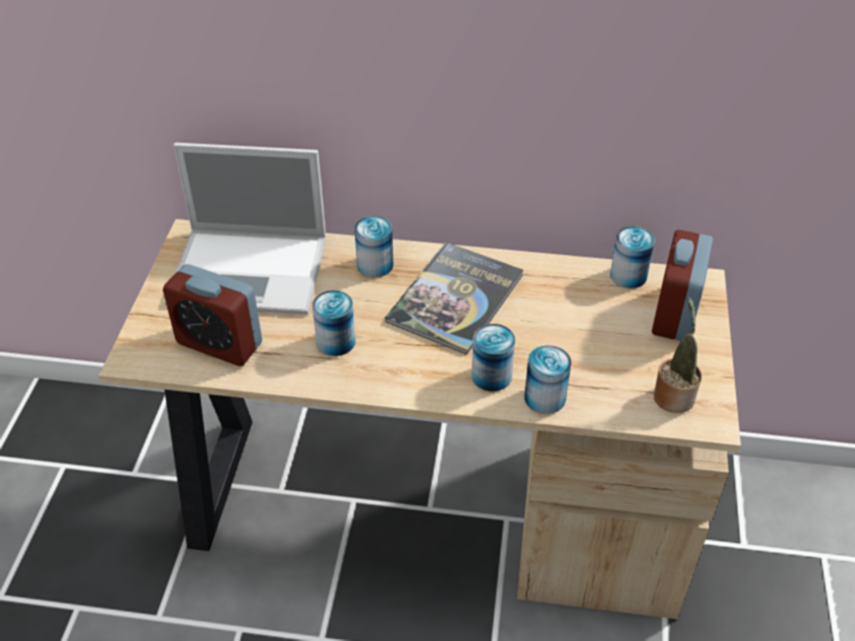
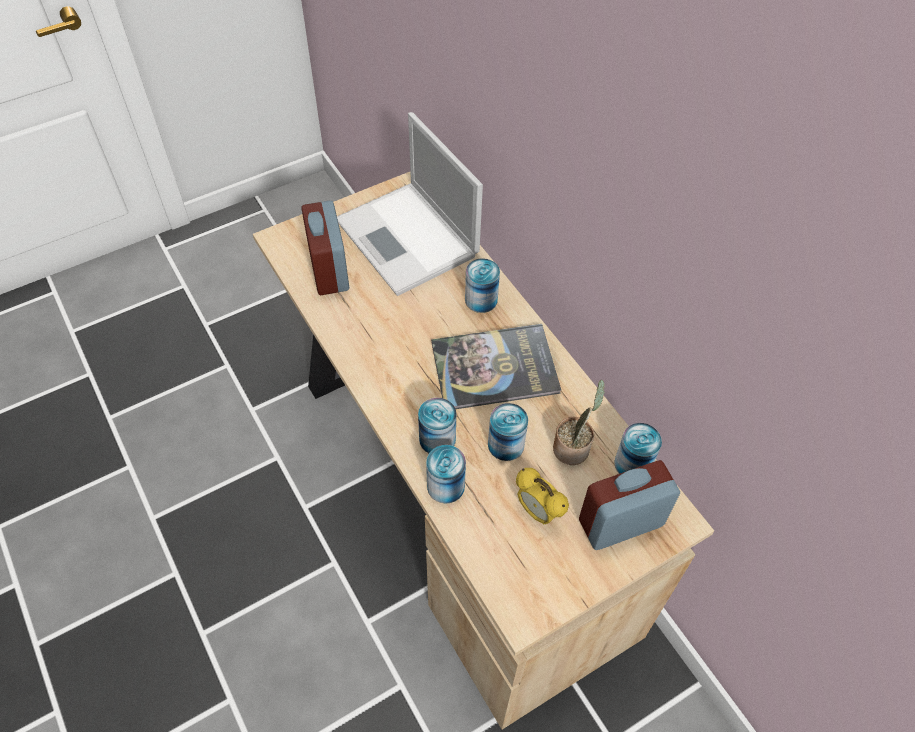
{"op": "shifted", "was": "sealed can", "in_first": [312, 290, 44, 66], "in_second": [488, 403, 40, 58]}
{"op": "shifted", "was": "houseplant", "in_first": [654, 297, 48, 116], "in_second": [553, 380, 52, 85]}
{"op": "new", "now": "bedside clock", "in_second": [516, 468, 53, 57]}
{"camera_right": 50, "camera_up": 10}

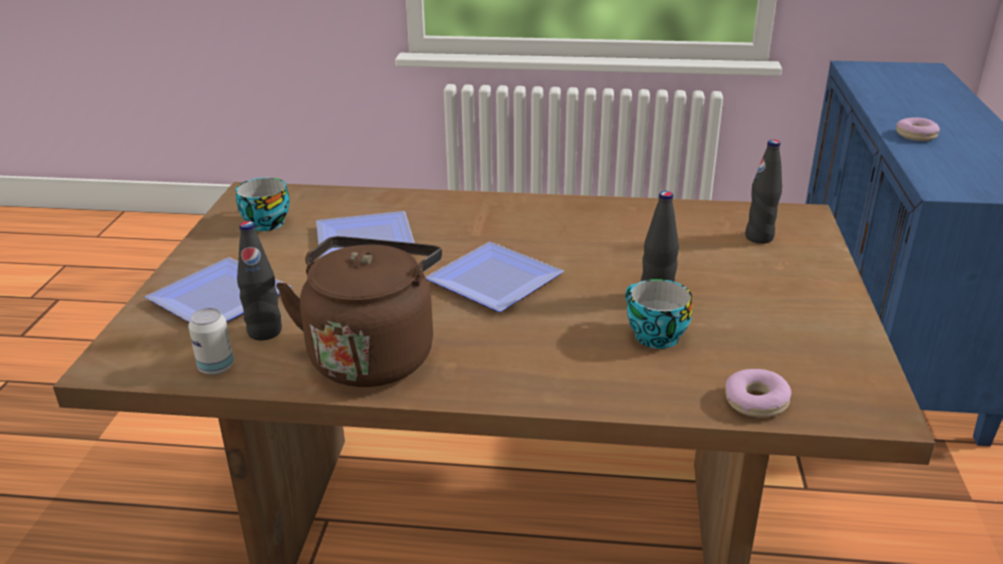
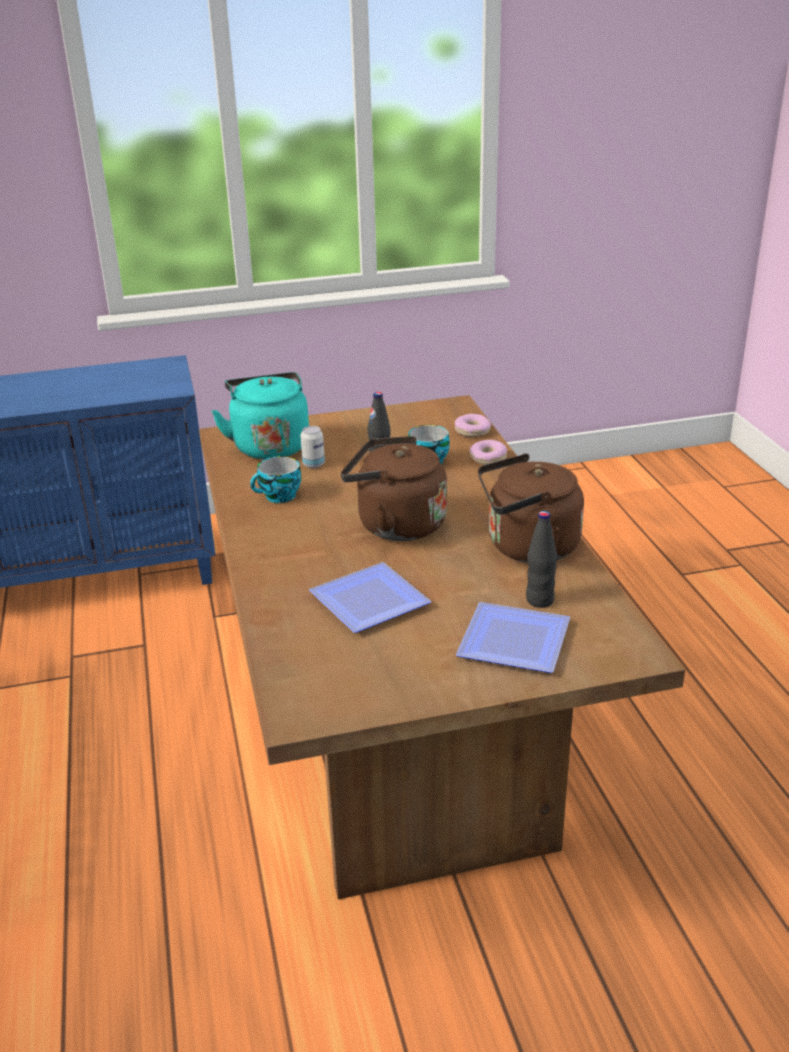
{"op": "shifted", "was": "sealed can", "in_first": [188, 308, 46, 67], "in_second": [300, 426, 25, 42]}
{"op": "shifted", "was": "cup", "in_first": [236, 177, 54, 54], "in_second": [250, 456, 51, 47]}
{"op": "swapped", "was": "plate", "now": "brown-coloured kettle", "in_first": [426, 242, 138, 70], "in_second": [341, 436, 106, 105]}
{"op": "swapped", "was": "blackish beverage bottle", "now": "turquoise kettle", "in_first": [745, 139, 37, 105], "in_second": [211, 372, 98, 87]}
{"op": "shifted", "was": "ring doughnut", "in_first": [896, 117, 44, 24], "in_second": [470, 440, 37, 25]}
{"camera_right": -110, "camera_up": 0}

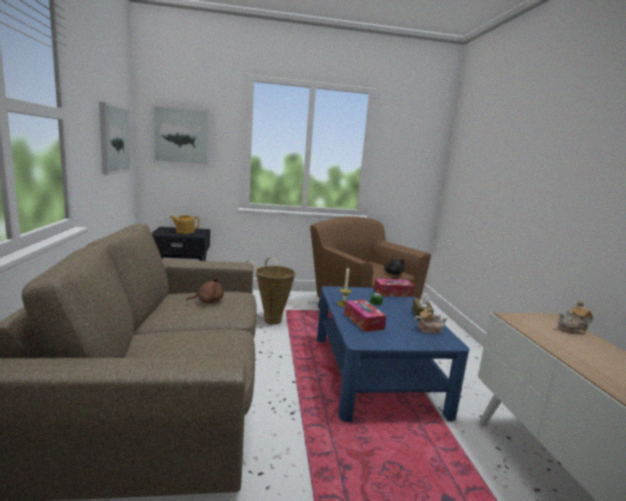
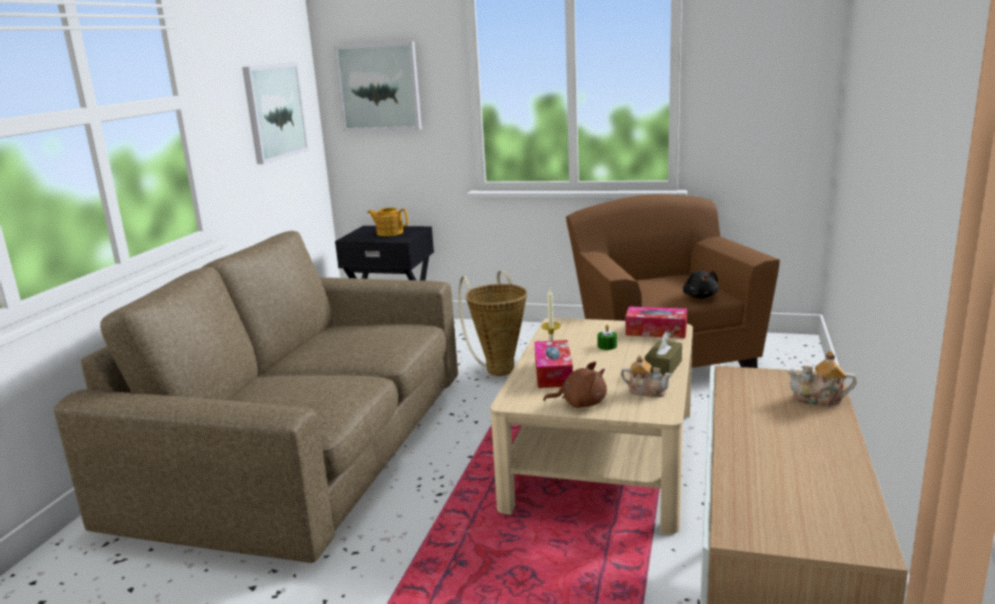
{"op": "shifted", "was": "brown-coloured soft toy", "in_first": [186, 278, 38, 26], "in_second": [543, 361, 64, 47]}
{"op": "repainted", "was": "blue-coloured coffee table", "now": "beige coffee table", "in_first": [317, 286, 152, 136], "in_second": [490, 318, 203, 216]}
{"camera_right": 25, "camera_up": 5}

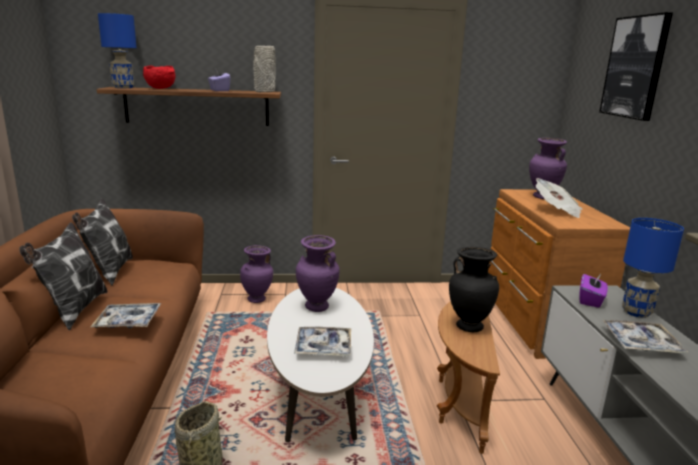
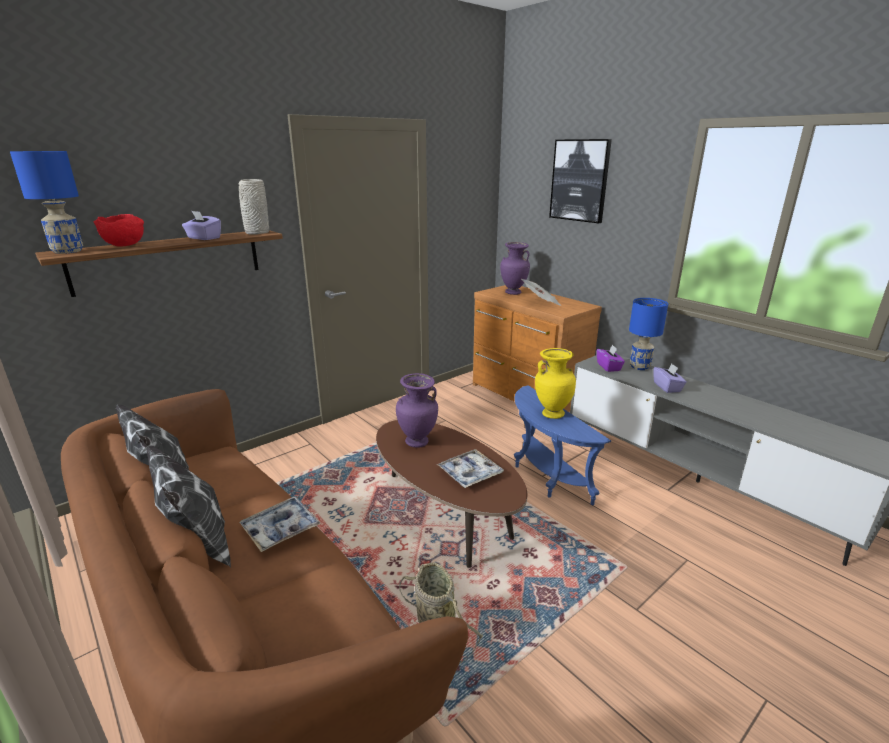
{"op": "gone", "was": "purple vase", "in_first": [240, 245, 33, 58]}
{"op": "repainted", "was": "white-coloured coffee table", "now": "brown-coloured coffee table", "in_first": [267, 288, 107, 154], "in_second": [376, 420, 152, 148]}
{"op": "repainted", "was": "brown-coloured side table", "now": "blue-coloured side table", "in_first": [437, 301, 63, 153], "in_second": [514, 385, 97, 120]}
{"op": "repainted", "was": "blackish vase", "now": "yellow-coloured vase", "in_first": [449, 247, 50, 85], "in_second": [535, 348, 41, 71]}
{"op": "swapped", "was": "carrying tray", "now": "purple tissue box", "in_first": [602, 320, 86, 34], "in_second": [653, 363, 34, 30]}
{"camera_right": -35, "camera_up": 5}

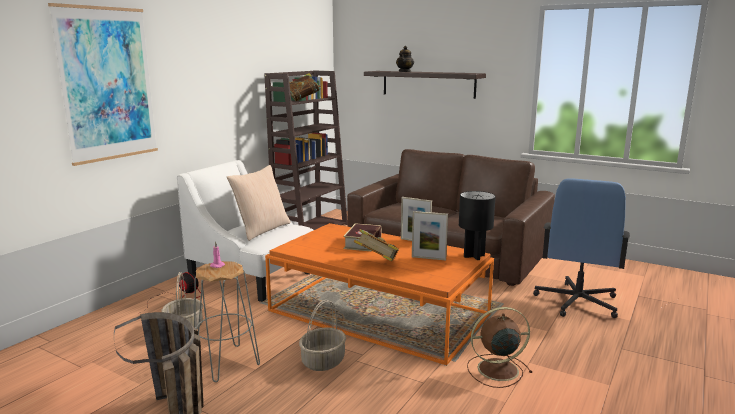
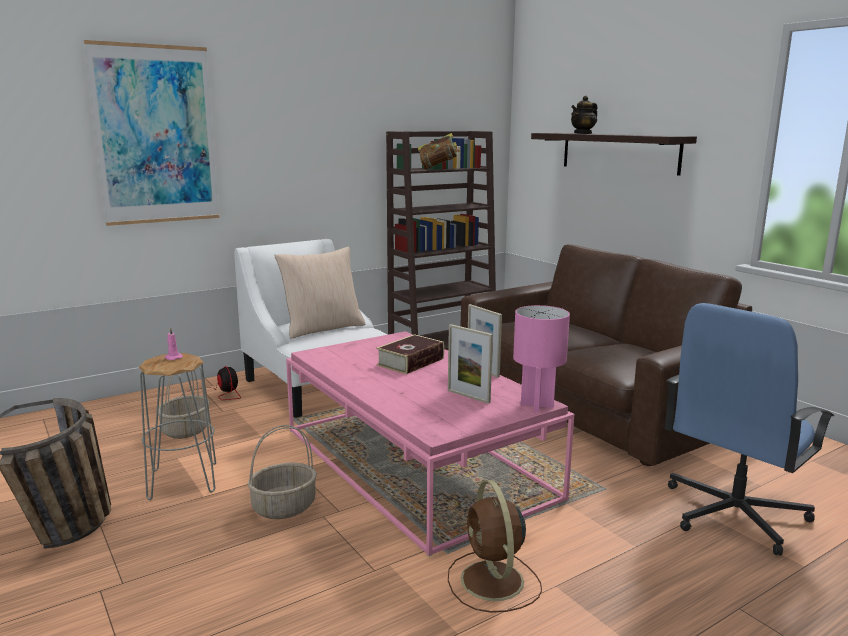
{"op": "repainted", "was": "orange-coloured coffee table", "now": "pink coffee table", "in_first": [265, 223, 229, 143], "in_second": [286, 331, 288, 225]}
{"op": "gone", "was": "volume", "in_first": [354, 229, 45, 32]}
{"op": "repainted", "was": "blackish tabletop lamp", "now": "pink tabletop lamp", "in_first": [459, 191, 37, 69], "in_second": [513, 305, 57, 107]}
{"op": "rotated", "was": "brown-coloured fan", "in_first": [467, 307, 66, 81], "in_second": [448, 480, 94, 133], "clockwise": -120}
{"camera_right": 25, "camera_up": 0}

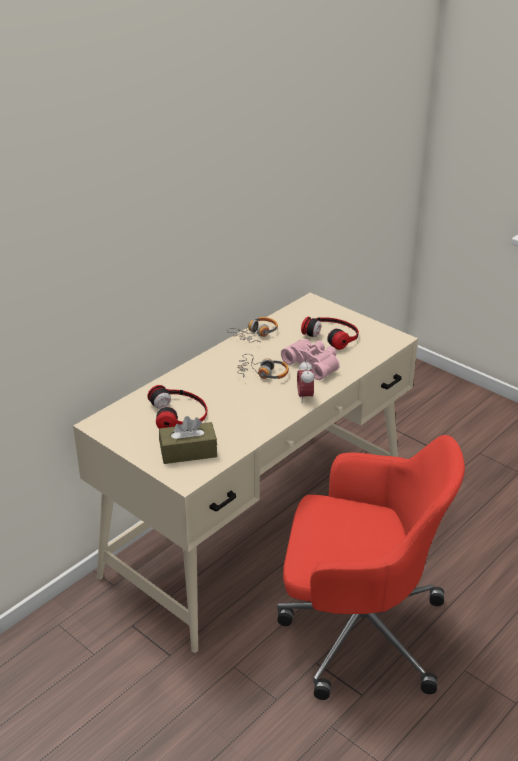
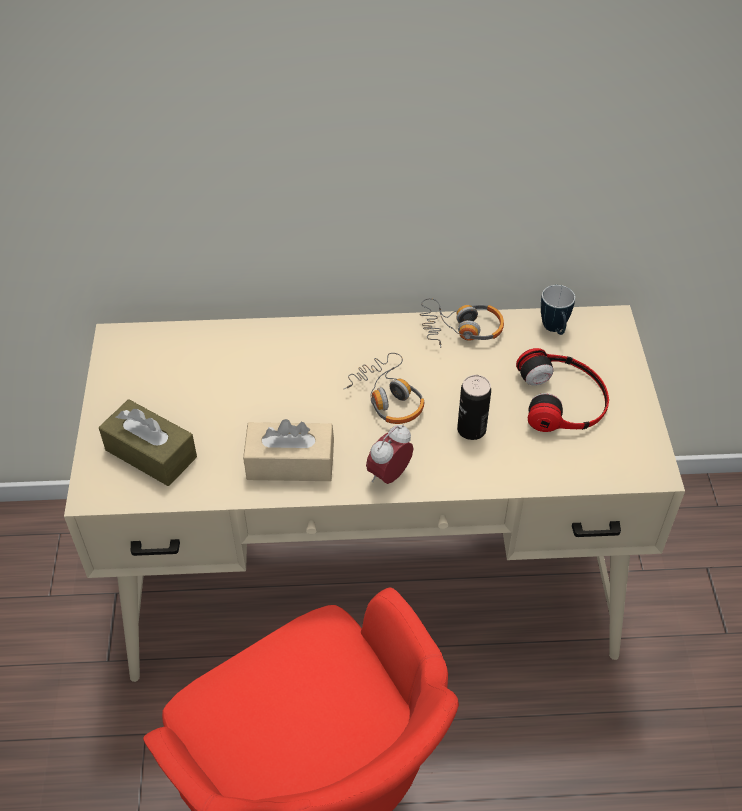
{"op": "gone", "was": "pair of headphones", "in_first": [147, 385, 60, 43]}
{"op": "swapped", "was": "pink pair of binoculars", "now": "sealed can", "in_first": [281, 339, 59, 41], "in_second": [457, 375, 34, 65]}
{"op": "new", "now": "beige tissue box", "in_second": [243, 419, 91, 62]}
{"op": "new", "now": "mug", "in_second": [541, 285, 34, 50]}
{"camera_right": 45, "camera_up": 15}

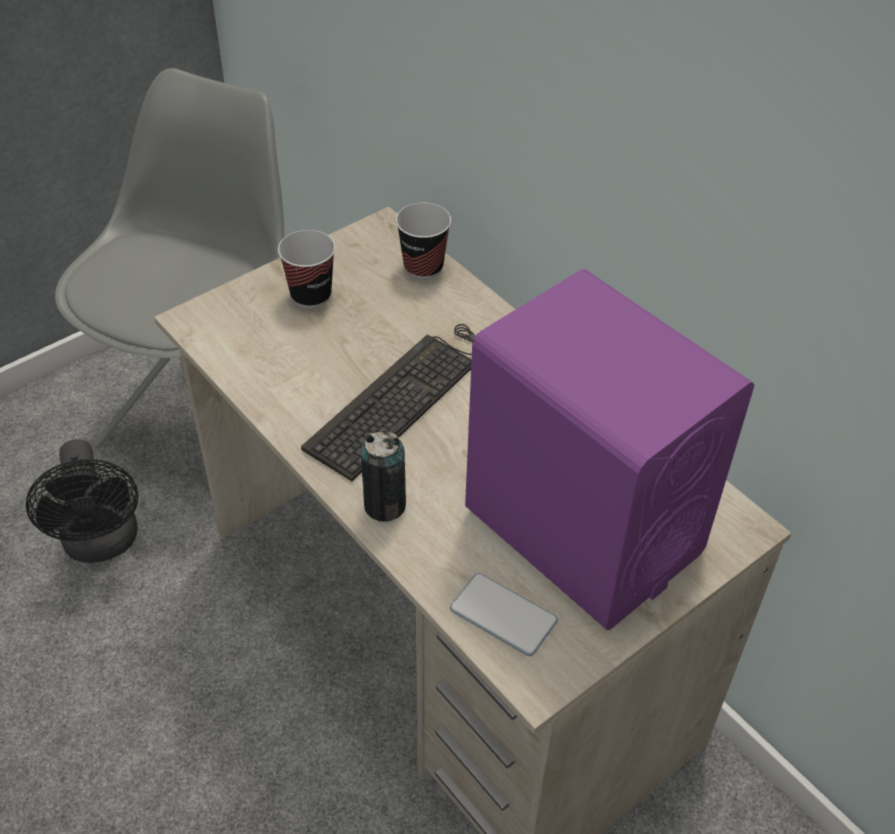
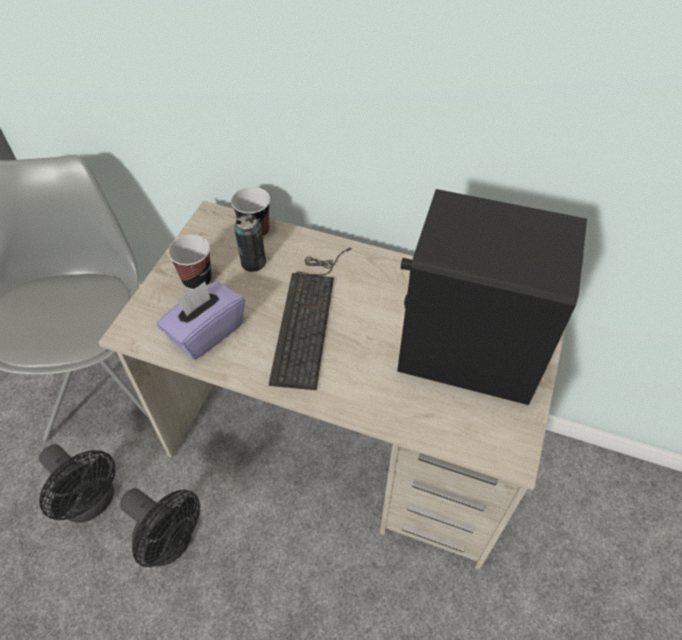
{"op": "shifted", "was": "sealed can", "in_first": [361, 430, 45, 92], "in_second": [234, 215, 32, 57]}
{"op": "gone", "was": "telephone", "in_first": [450, 573, 108, 83]}
{"op": "repainted", "was": "purple audio speaker", "now": "blackish audio speaker", "in_first": [465, 269, 289, 361], "in_second": [397, 189, 190, 216]}
{"op": "new", "now": "blackish fan", "in_second": [120, 488, 80, 79]}
{"op": "new", "now": "purple tissue box", "in_second": [157, 281, 88, 79]}
{"camera_right": -30, "camera_up": 5}

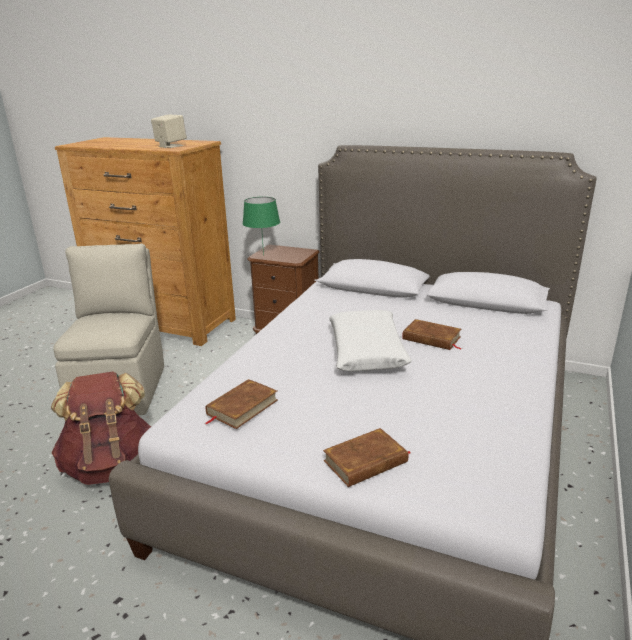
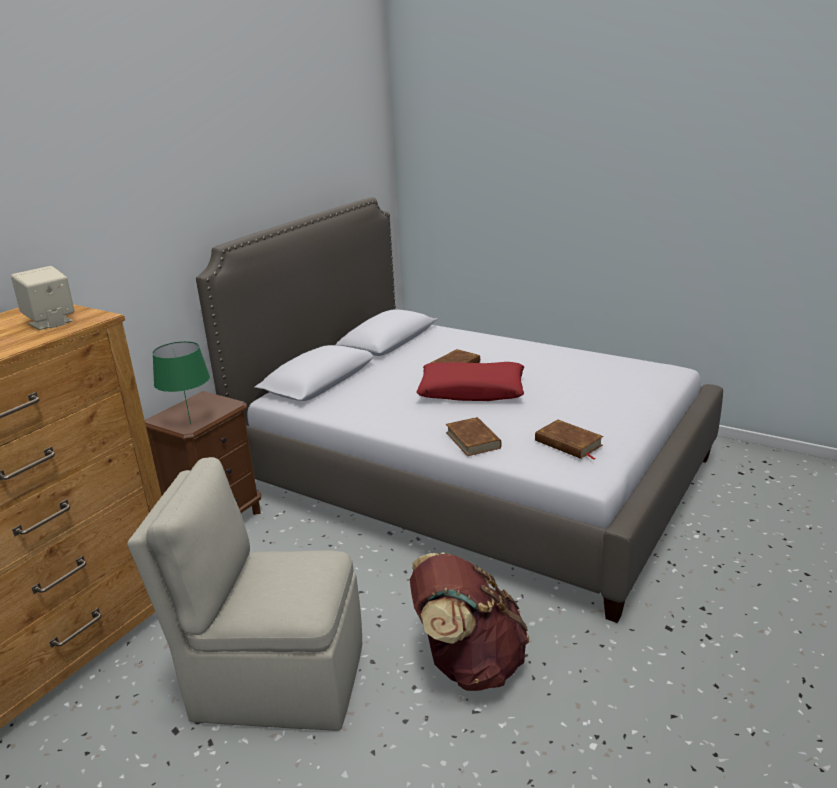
{"op": "shifted", "was": "brown-coloured volume", "in_first": [323, 428, 87, 59], "in_second": [446, 417, 56, 39]}
{"op": "repainted", "was": "white-coloured pillow", "now": "red pillow", "in_first": [329, 310, 82, 61], "in_second": [416, 362, 108, 39]}
{"camera_right": -80, "camera_up": 0}

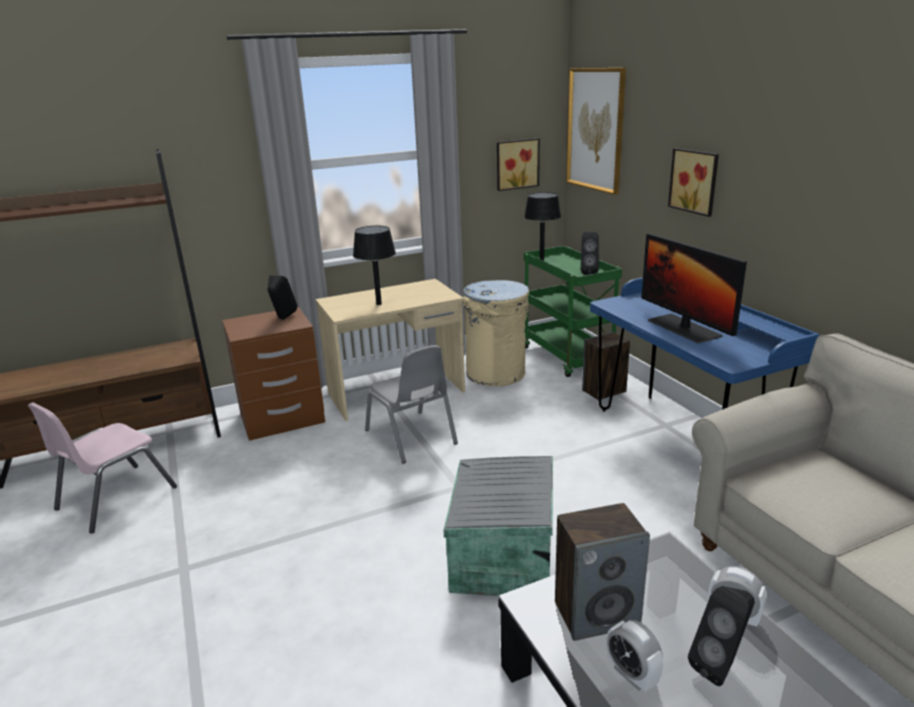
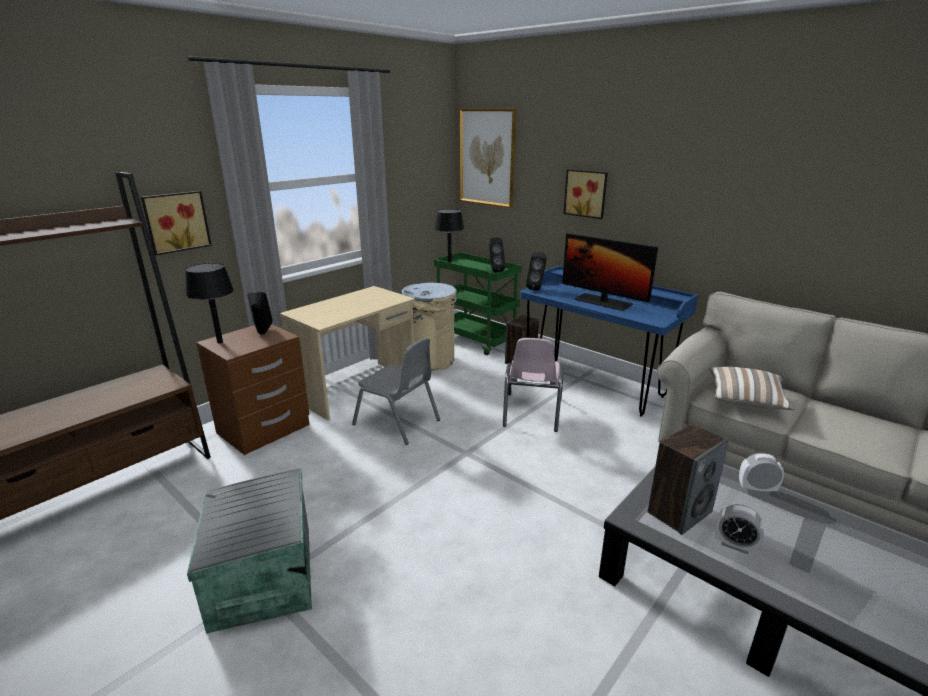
{"op": "shifted", "was": "pink chair", "in_first": [28, 402, 149, 132], "in_second": [503, 338, 61, 94]}
{"op": "shifted", "was": "blackish tabletop lamp", "in_first": [353, 226, 43, 79], "in_second": [185, 263, 49, 80]}
{"op": "shifted", "was": "grey storage bin", "in_first": [443, 456, 110, 140], "in_second": [187, 468, 125, 166]}
{"op": "shifted", "was": "wall art", "in_first": [497, 138, 43, 53], "in_second": [141, 191, 71, 64]}
{"op": "shifted", "was": "blackish audio speaker", "in_first": [688, 586, 67, 100], "in_second": [526, 252, 20, 39]}
{"op": "new", "now": "pillow", "in_second": [709, 367, 85, 43]}
{"camera_right": -25, "camera_up": 0}

